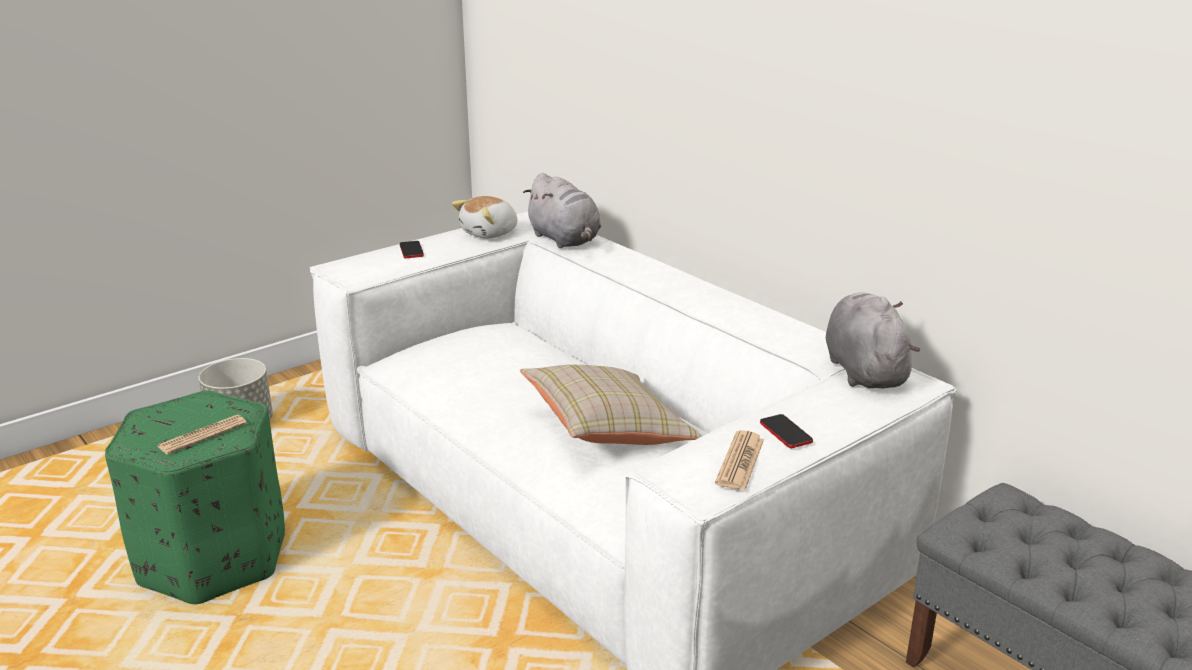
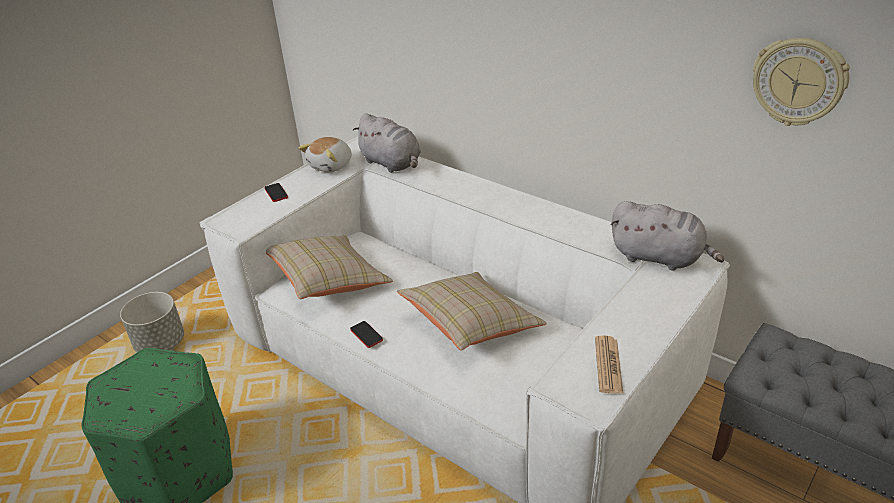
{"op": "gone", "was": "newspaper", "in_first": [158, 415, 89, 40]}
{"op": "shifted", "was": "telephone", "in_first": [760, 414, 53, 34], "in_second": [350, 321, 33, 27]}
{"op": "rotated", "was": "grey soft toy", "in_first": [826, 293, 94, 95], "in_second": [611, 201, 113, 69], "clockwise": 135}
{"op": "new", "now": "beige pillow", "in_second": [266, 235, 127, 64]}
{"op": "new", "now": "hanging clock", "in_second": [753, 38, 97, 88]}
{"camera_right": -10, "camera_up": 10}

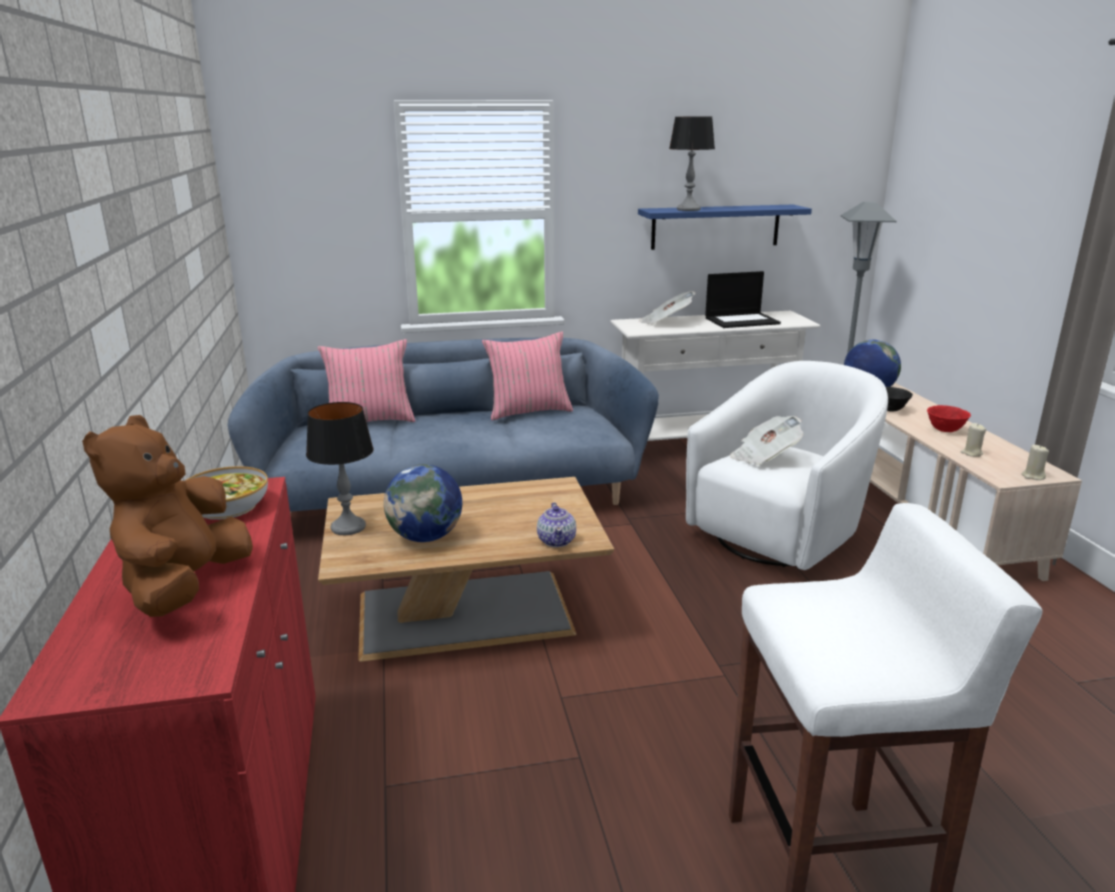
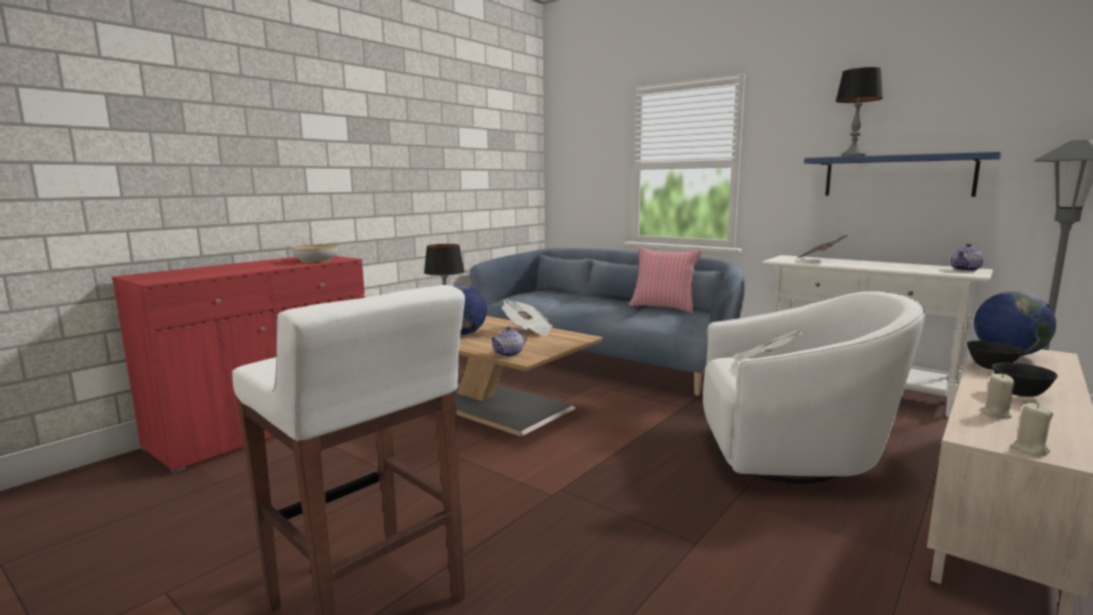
{"op": "gone", "was": "brown-coloured soft toy", "in_first": [82, 415, 171, 202]}
{"op": "gone", "was": "pink pillow", "in_first": [318, 339, 97, 83]}
{"op": "gone", "was": "portable computer", "in_first": [705, 271, 76, 57]}
{"op": "repainted", "was": "red serving bowl", "now": "blackish serving bowl", "in_first": [927, 405, 44, 27], "in_second": [992, 363, 66, 34]}
{"op": "new", "now": "newspaper", "in_second": [501, 299, 52, 37]}
{"op": "new", "now": "teapot", "in_second": [950, 244, 34, 27]}
{"camera_right": 50, "camera_up": -10}

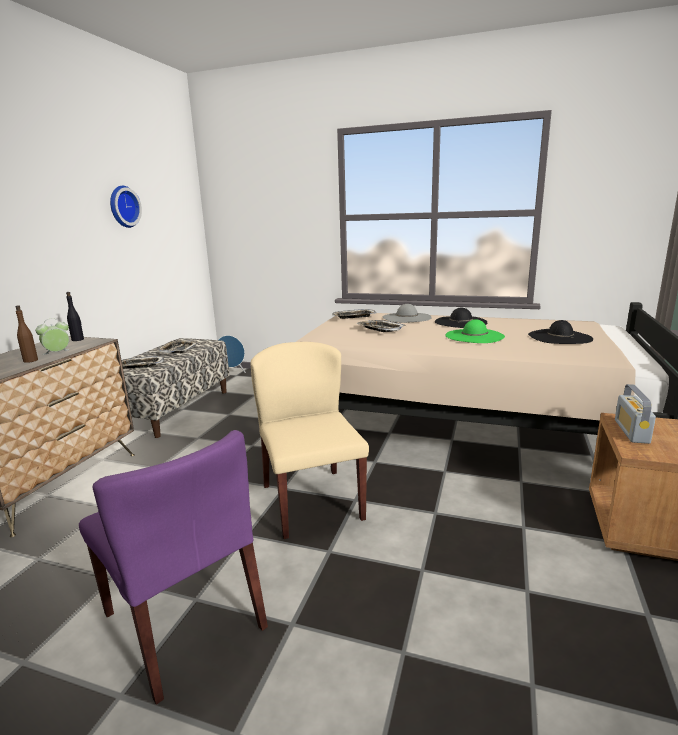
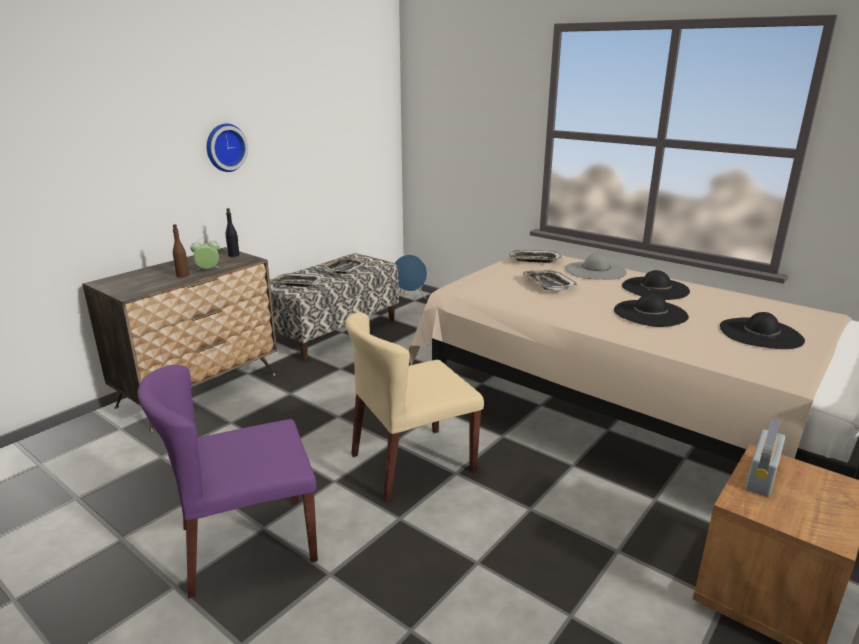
{"op": "rotated", "was": "purple chair", "in_first": [79, 430, 189, 275], "in_second": [138, 364, 180, 234], "clockwise": 90}
{"op": "shifted", "was": "hanging clock", "in_first": [110, 186, 32, 42], "in_second": [207, 123, 41, 49]}
{"op": "rotated", "was": "beige chair", "in_first": [250, 342, 119, 197], "in_second": [345, 312, 139, 190], "clockwise": -120}
{"op": "repainted", "was": "green hat", "now": "blackish hat", "in_first": [446, 319, 59, 24], "in_second": [614, 293, 75, 34]}
{"camera_right": 20, "camera_up": 5}

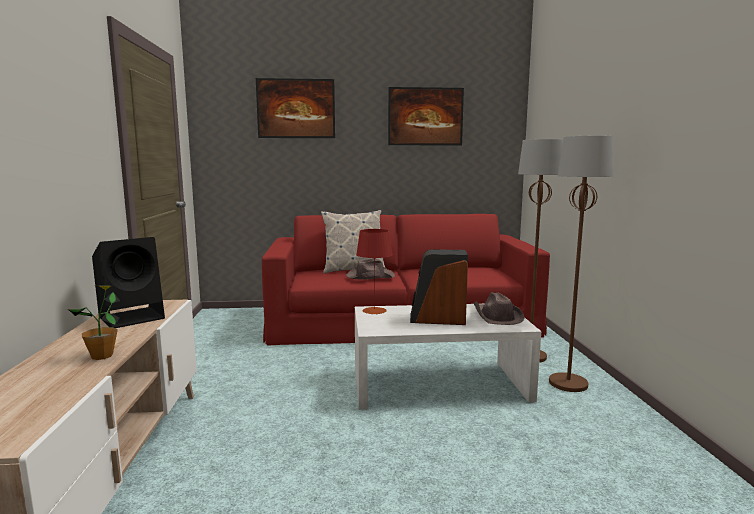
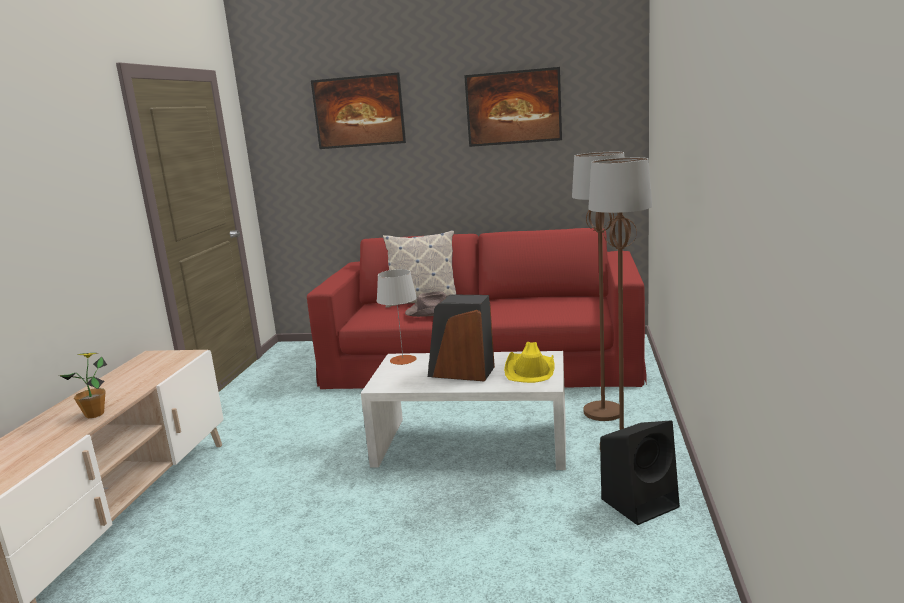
{"op": "shifted", "was": "blackish audio speaker", "in_first": [92, 237, 73, 91], "in_second": [600, 421, 80, 104]}
{"op": "repainted", "was": "red tabletop lamp", "now": "grey tabletop lamp", "in_first": [356, 229, 37, 86], "in_second": [377, 269, 40, 96]}
{"op": "repainted", "was": "brown-coloured hat", "now": "yellow-coloured hat", "in_first": [474, 292, 50, 33], "in_second": [504, 342, 51, 41]}
{"camera_right": 15, "camera_up": 5}

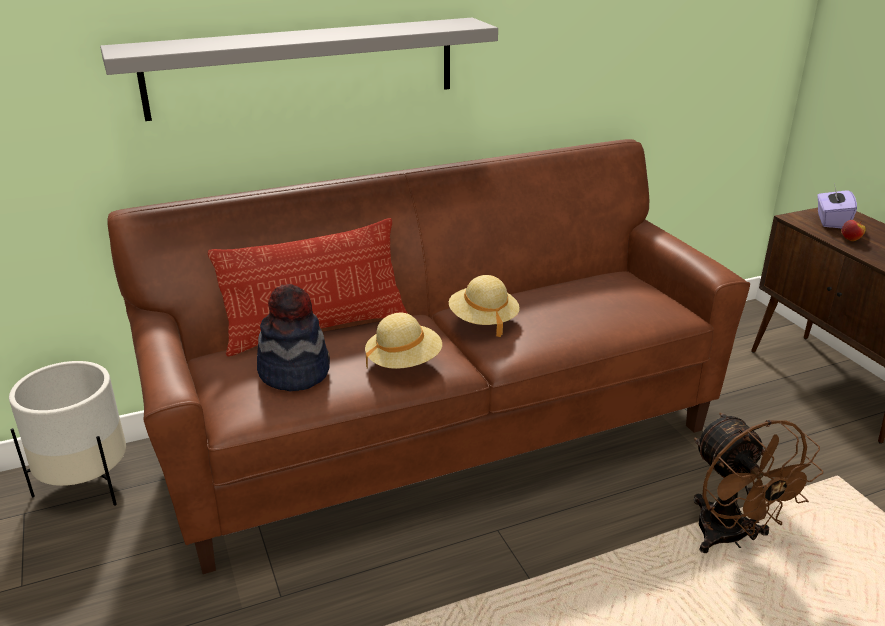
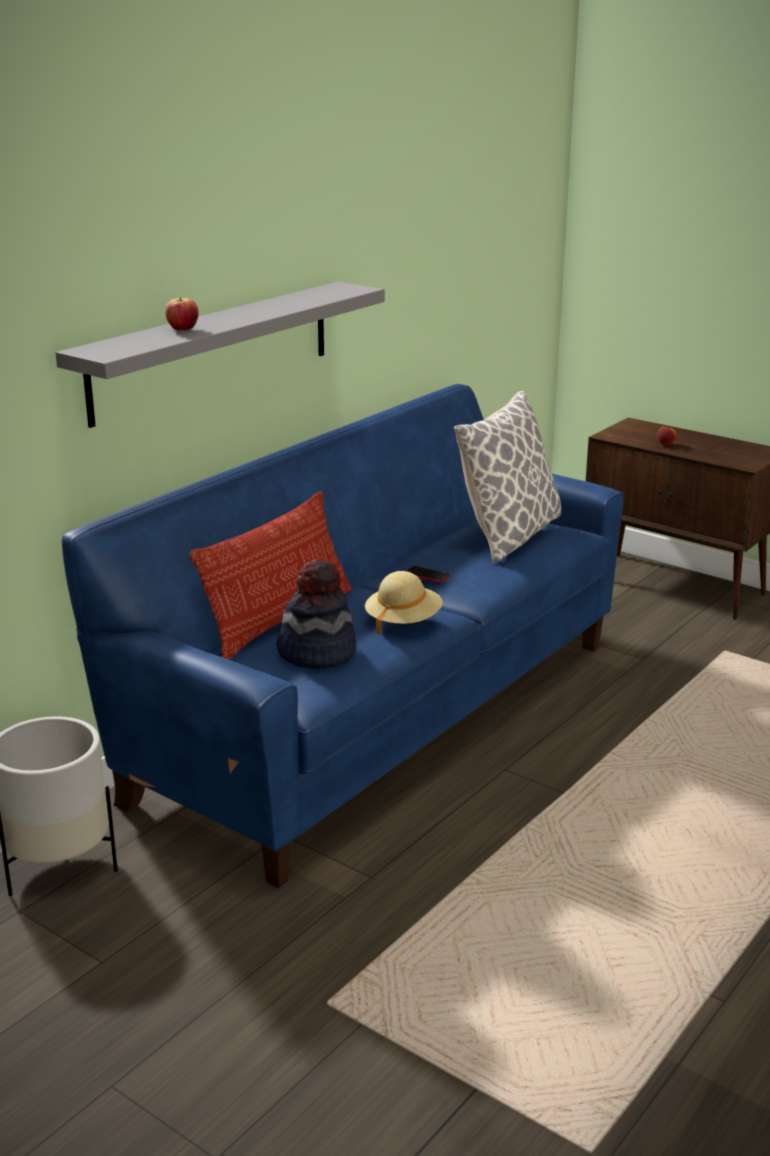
{"op": "repainted", "was": "brown-coloured sofa", "now": "blue-coloured sofa", "in_first": [107, 139, 643, 435], "in_second": [62, 384, 562, 504]}
{"op": "swapped", "was": "beige hat", "now": "telephone", "in_first": [449, 275, 71, 62], "in_second": [406, 566, 45, 17]}
{"op": "gone", "was": "brown-coloured fan", "in_first": [694, 413, 129, 140]}
{"op": "gone", "was": "purple tissue box", "in_first": [817, 183, 40, 45]}
{"op": "new", "now": "apple", "in_second": [165, 297, 33, 33]}
{"op": "new", "now": "pillow", "in_second": [454, 391, 107, 172]}
{"camera_right": -30, "camera_up": -5}

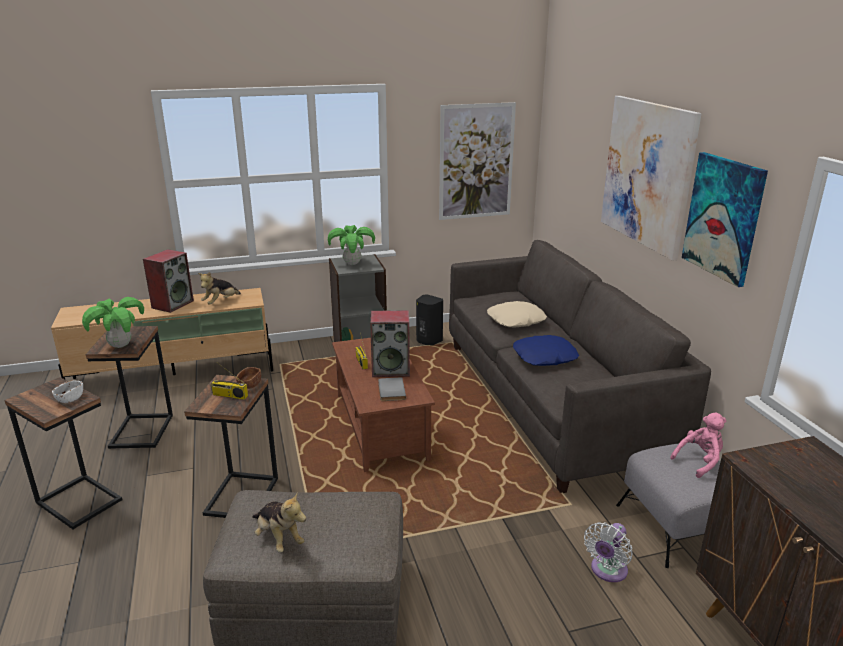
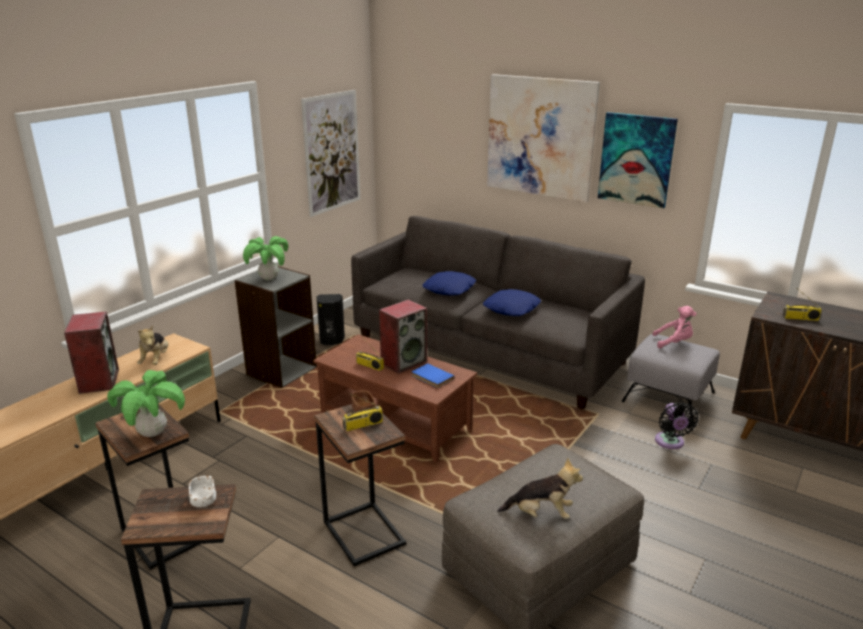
{"op": "repainted", "was": "grey volume", "now": "blue-coloured volume", "in_first": [378, 377, 28, 24], "in_second": [412, 363, 42, 25]}
{"op": "repainted", "was": "beige pillow", "now": "blue-coloured pillow", "in_first": [487, 301, 60, 26], "in_second": [423, 271, 53, 25]}
{"op": "repainted", "was": "white-coloured fan", "now": "blackish fan", "in_first": [584, 522, 49, 60], "in_second": [655, 402, 43, 47]}
{"op": "rotated", "was": "pink soft toy", "in_first": [670, 412, 56, 66], "in_second": [652, 306, 44, 42], "clockwise": 75}
{"op": "new", "now": "radio", "in_second": [783, 290, 39, 31]}
{"camera_right": -40, "camera_up": 0}

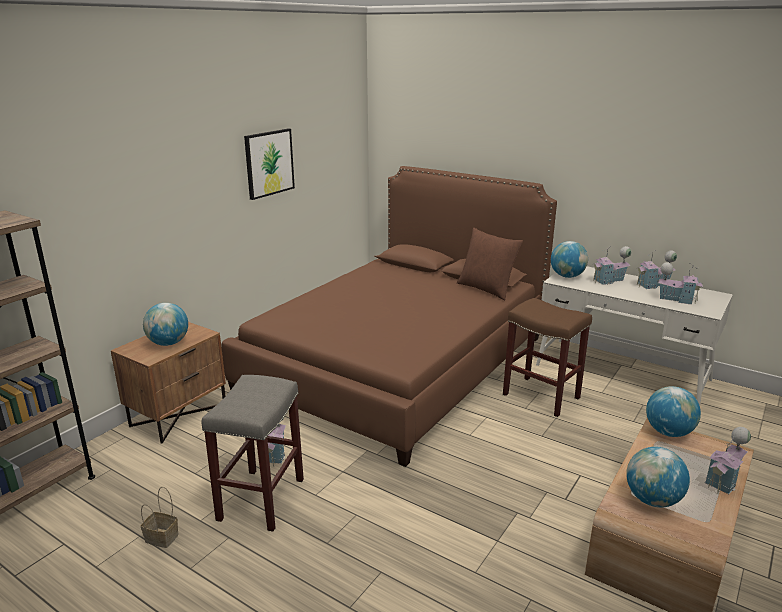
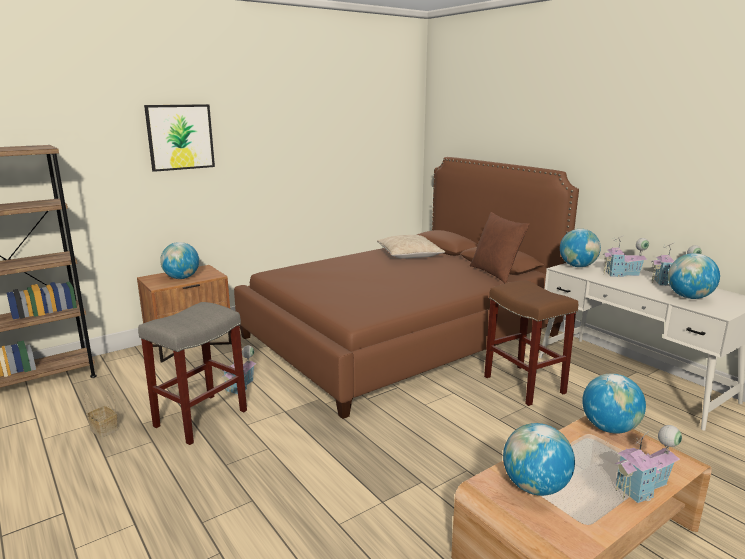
{"op": "shifted", "was": "wall art", "in_first": [244, 128, 51, 72], "in_second": [144, 104, 71, 68]}
{"op": "swapped", "was": "miniature house", "now": "globe", "in_first": [658, 262, 45, 43], "in_second": [668, 253, 52, 46]}
{"op": "new", "now": "beige pillow", "in_second": [377, 235, 68, 24]}
{"camera_right": 20, "camera_up": -5}

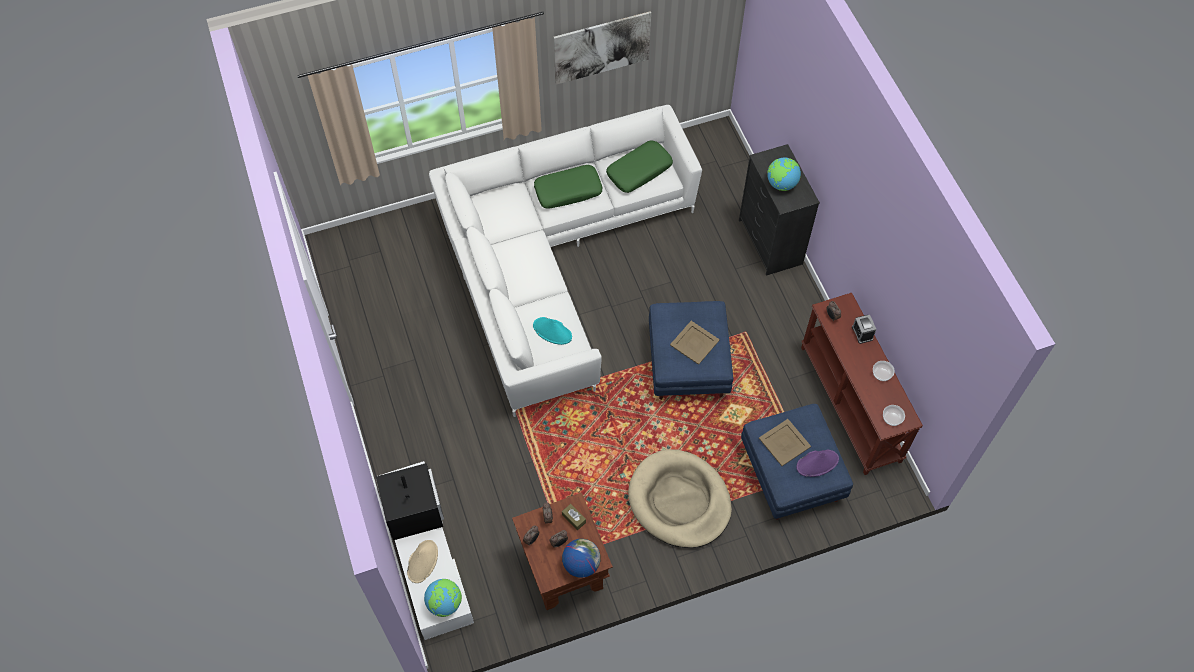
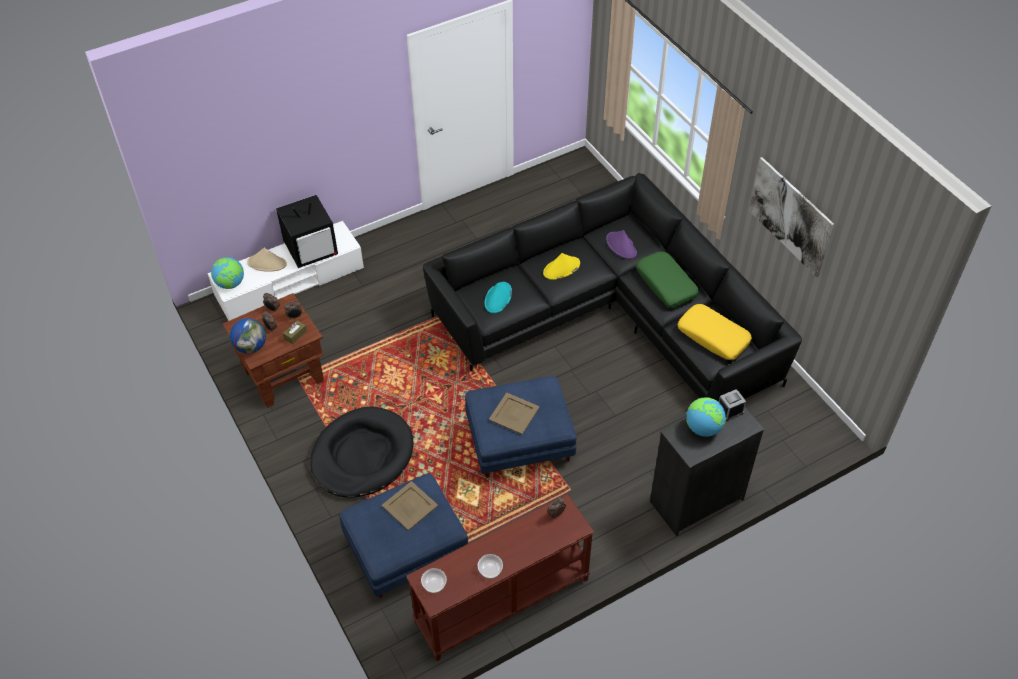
{"op": "repainted", "was": "white-coloured sofa", "now": "blackish sofa", "in_first": [429, 105, 273, 312], "in_second": [423, 173, 379, 229]}
{"op": "repainted", "was": "green pillow", "now": "yellow-coloured pillow", "in_first": [606, 140, 67, 53], "in_second": [678, 304, 74, 56]}
{"op": "repainted", "was": "beige dog bed", "now": "blackish dog bed", "in_first": [628, 449, 104, 99], "in_second": [310, 406, 104, 92]}
{"op": "shifted", "was": "purple hat", "in_first": [796, 449, 43, 28], "in_second": [606, 230, 31, 29]}
{"op": "shifted", "was": "bedside clock", "in_first": [852, 315, 24, 29], "in_second": [719, 389, 27, 32]}
{"op": "new", "now": "yellow-coloured hat", "in_second": [543, 253, 37, 27]}
{"camera_right": 80, "camera_up": -10}

